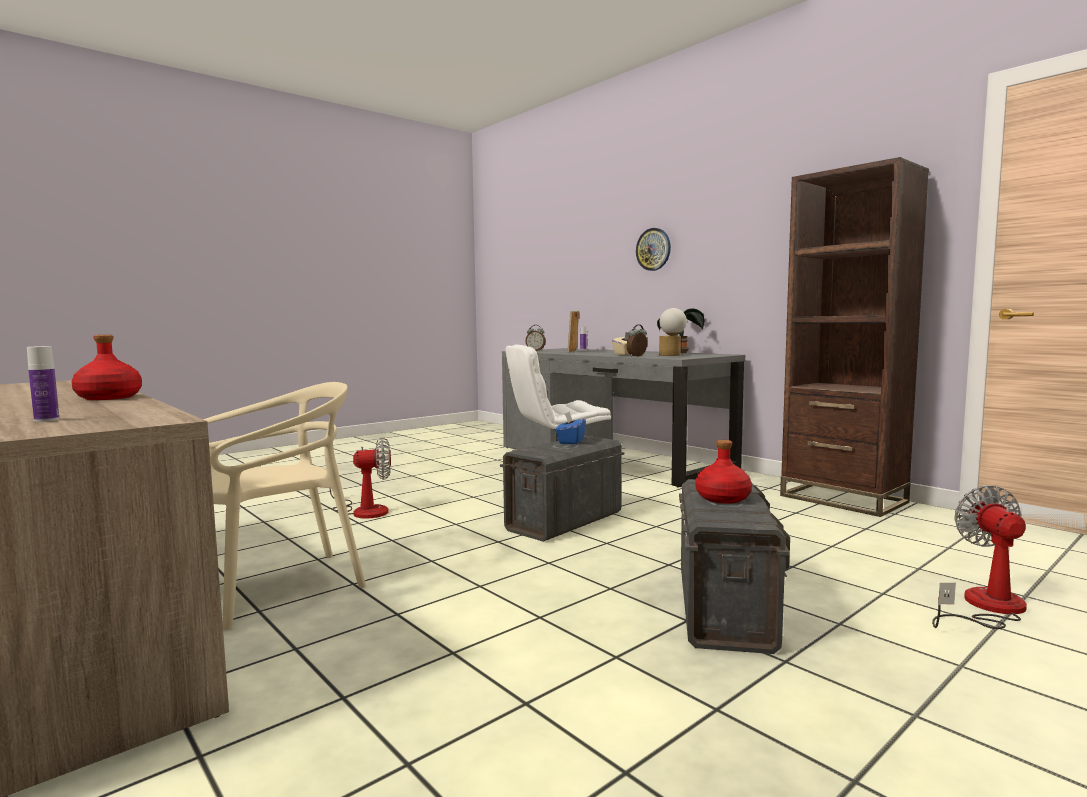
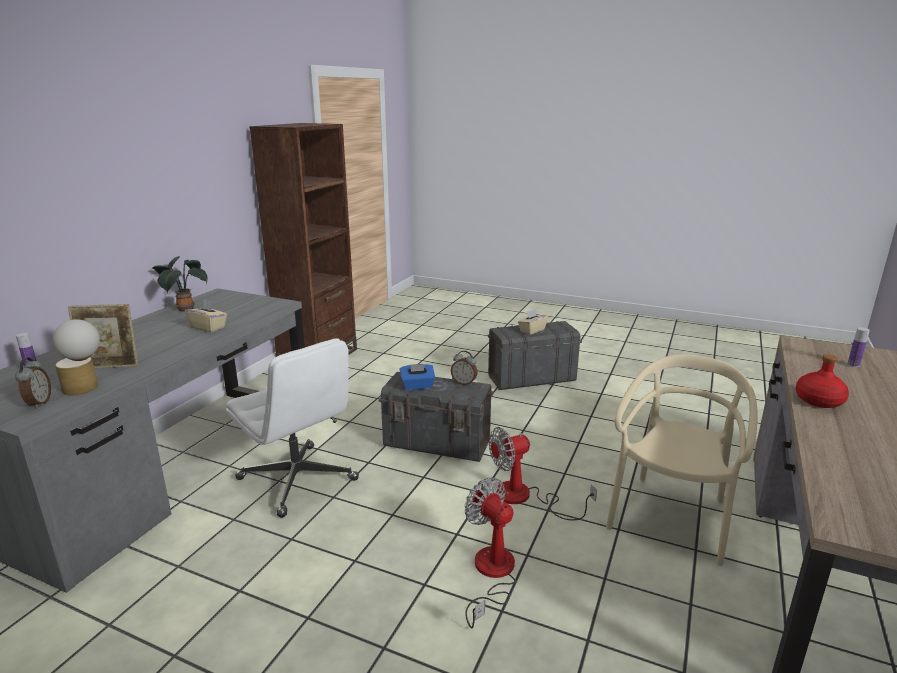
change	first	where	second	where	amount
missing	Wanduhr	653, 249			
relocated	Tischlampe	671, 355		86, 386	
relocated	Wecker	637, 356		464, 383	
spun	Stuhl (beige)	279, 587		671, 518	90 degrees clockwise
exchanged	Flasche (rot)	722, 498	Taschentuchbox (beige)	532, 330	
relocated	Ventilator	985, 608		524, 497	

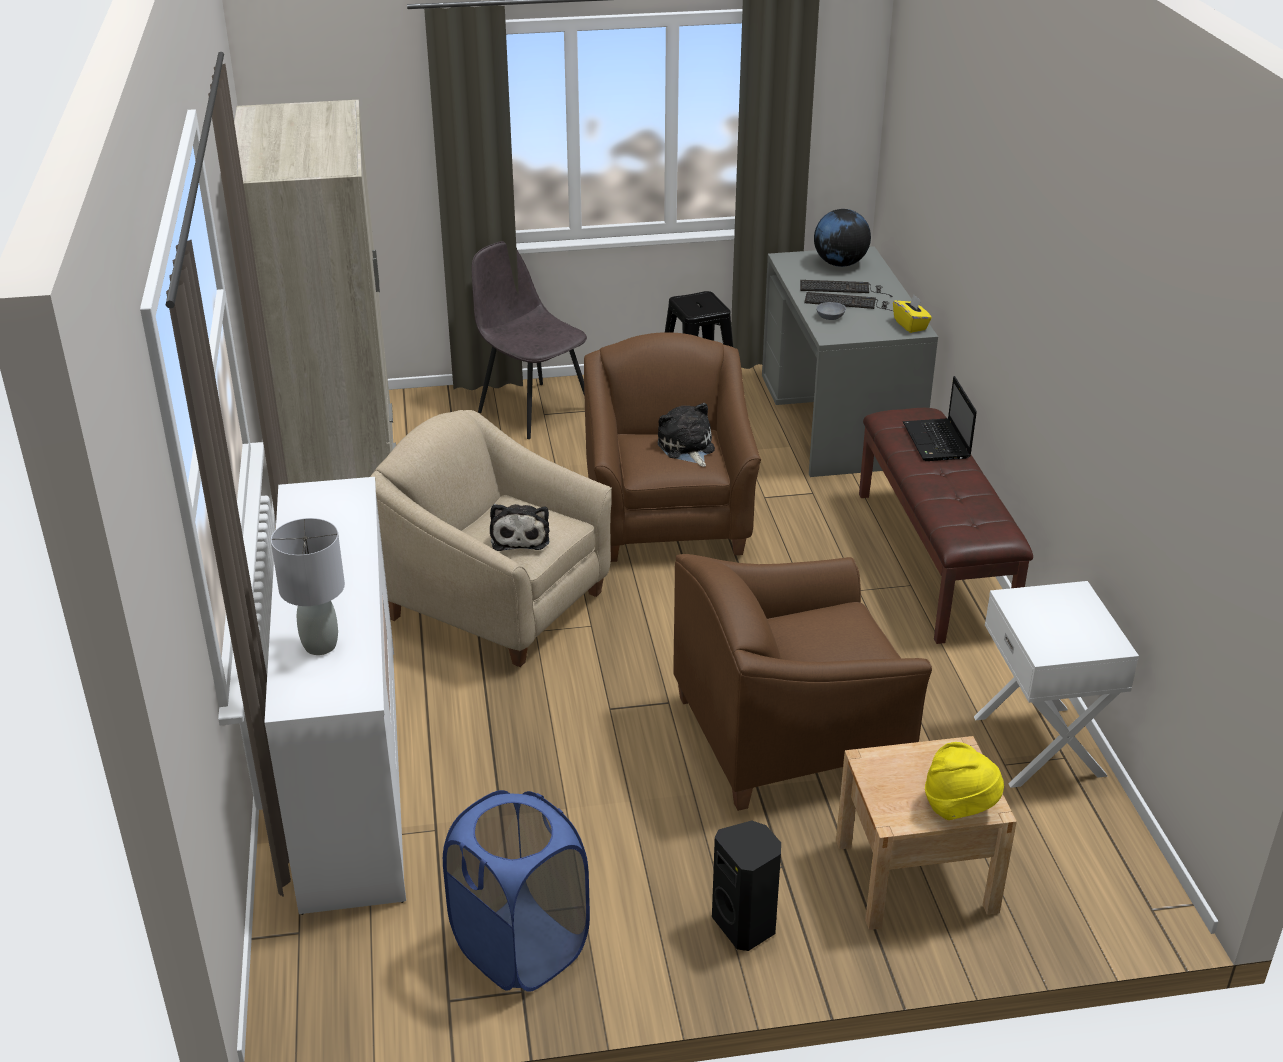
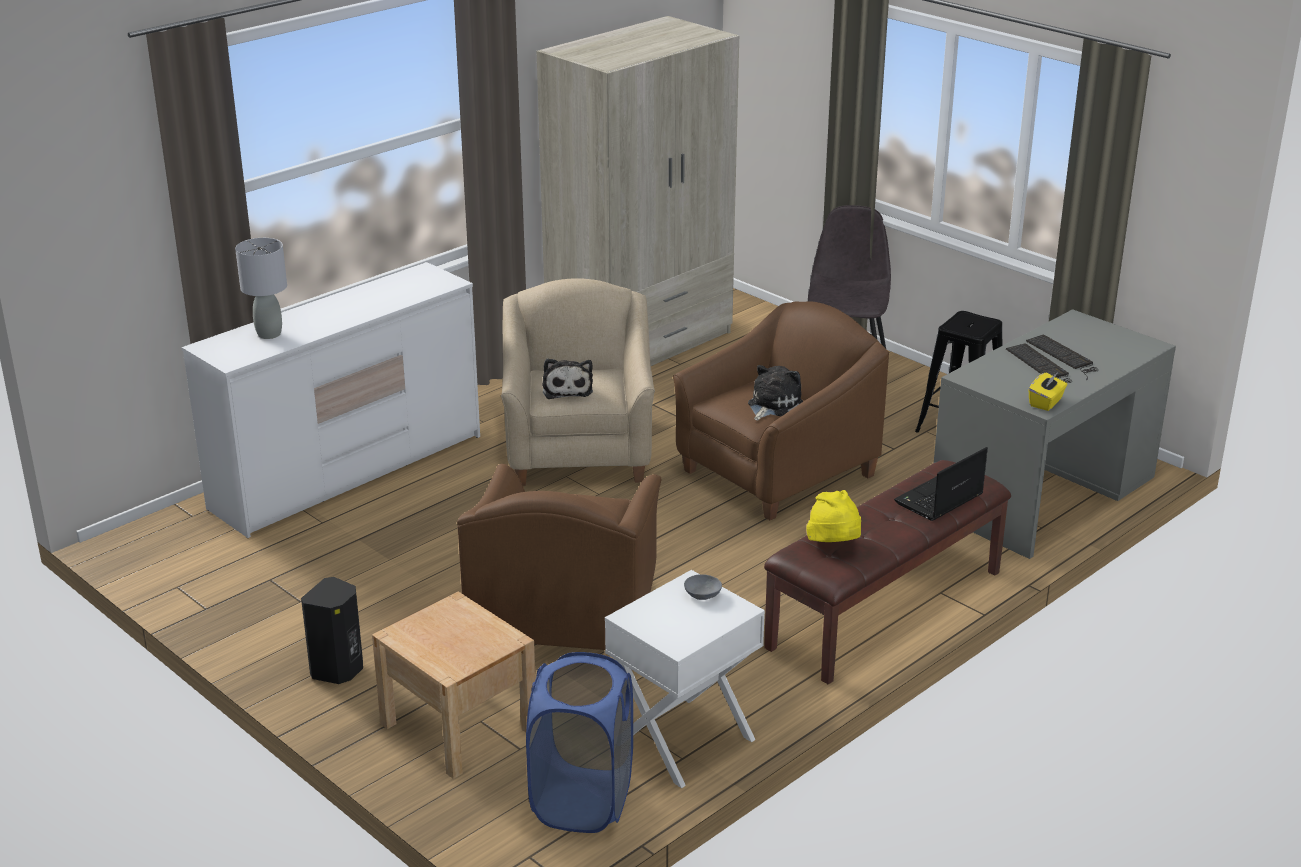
change	first	where	second	where	amount
missing	Globus	840, 264			
relocated	Schüssel (grau)	830, 316		703, 594	
spun	Plüschtier	520, 537		567, 389	60 degrees counterclockwise
spun	Sessel (braun)	790, 734		565, 619	120 degrees counterclockwise
relocated	Hut (gelb)	959, 807		834, 545	
relocated	Wäschekorb (blau)	521, 948		582, 801	

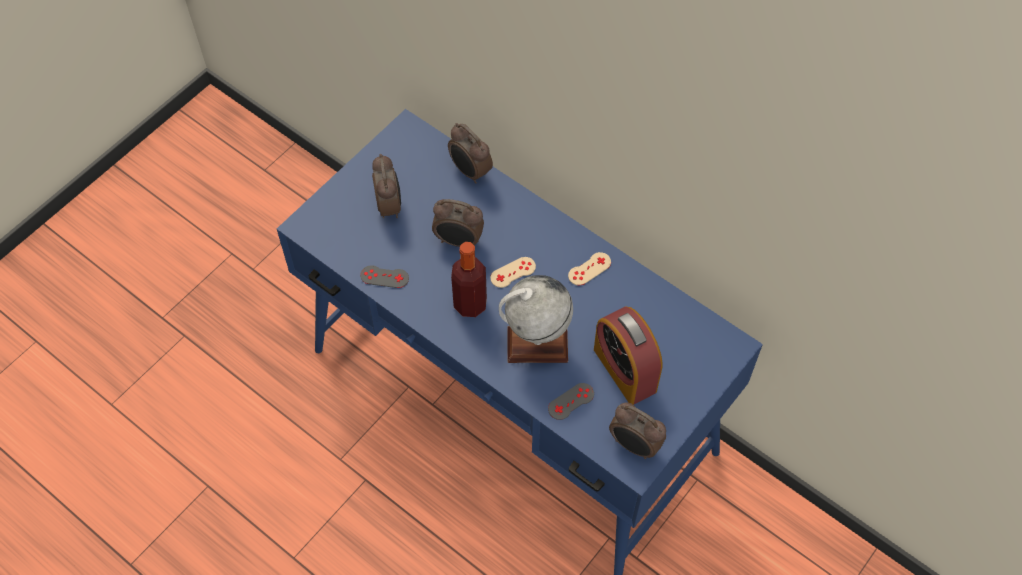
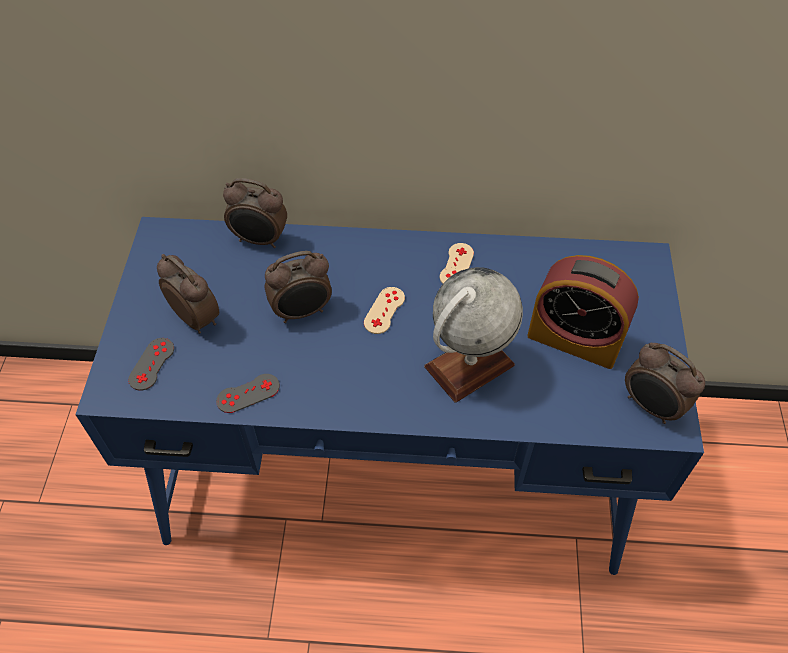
change	first	where	second	where	amount
missing	Flasche	470, 304			
relocated	Gamepad (grau)	571, 401		151, 364	
spun	Wecker	634, 445		651, 406	45 degrees clockwise

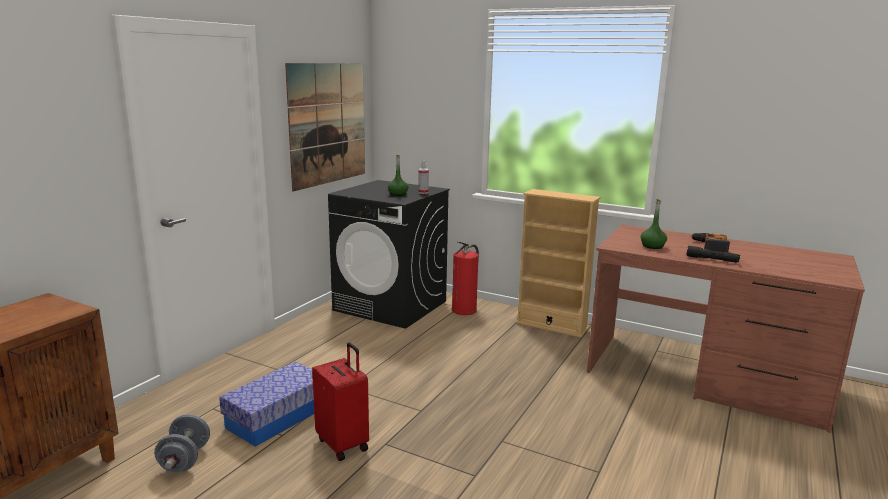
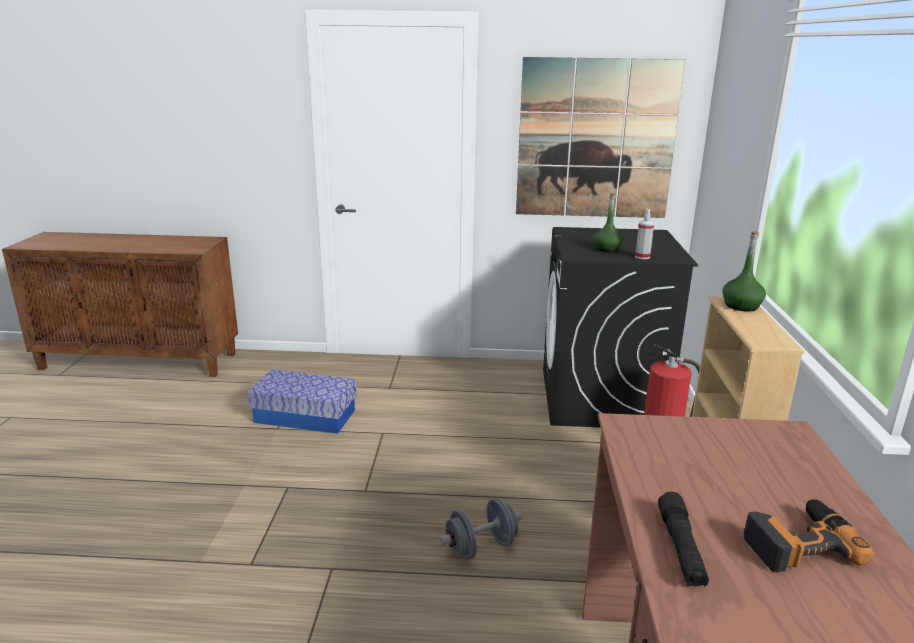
change	first	where	second	where	amount
relocated	Flasche (grün)	652, 246		741, 306	
missing	Koffer (rot)	344, 444			
relocated	Hantel (grau)	185, 459		481, 547	

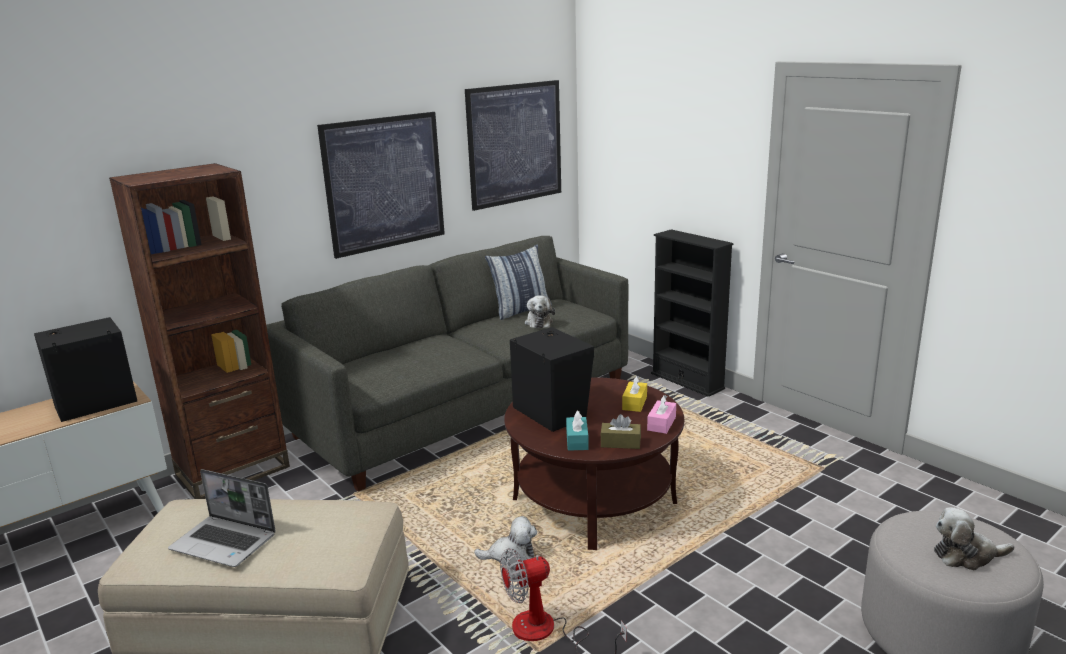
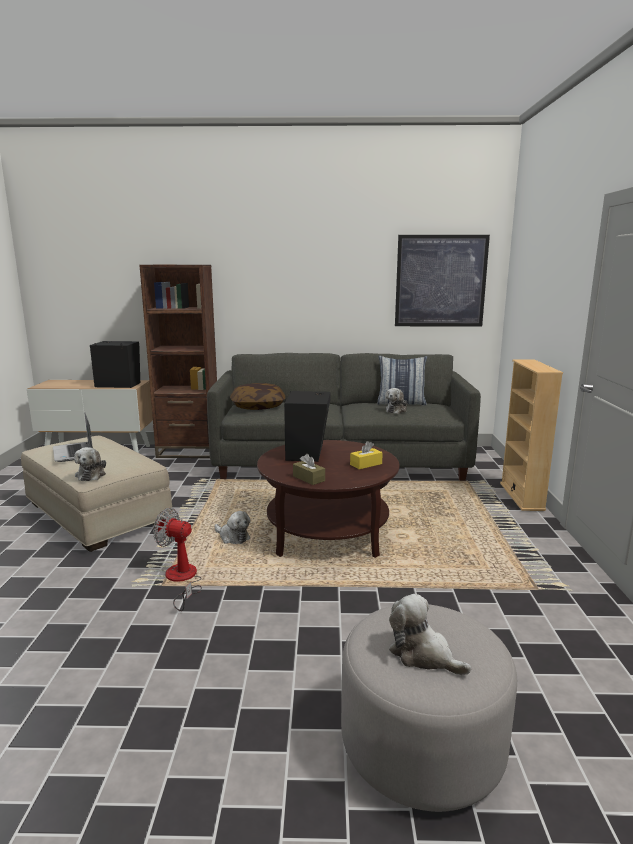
change	first	where	second	where	amount
missing	Bild	384, 183			
colour	Bücherregal (schwarz)	687, 381	Bücherregal (beige)	521, 496	
missing	Taschentuchbox (rosa)	661, 423			
missing	Taschentuchbox (türkis)	577, 440			
appeared			Kissen	258, 406	
appeared			Plüschtier	91, 474	

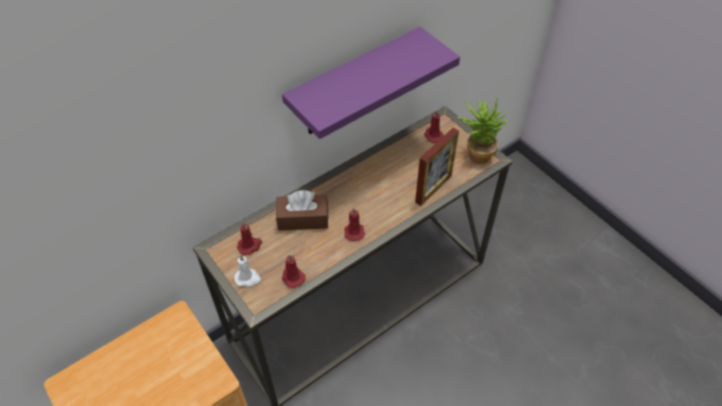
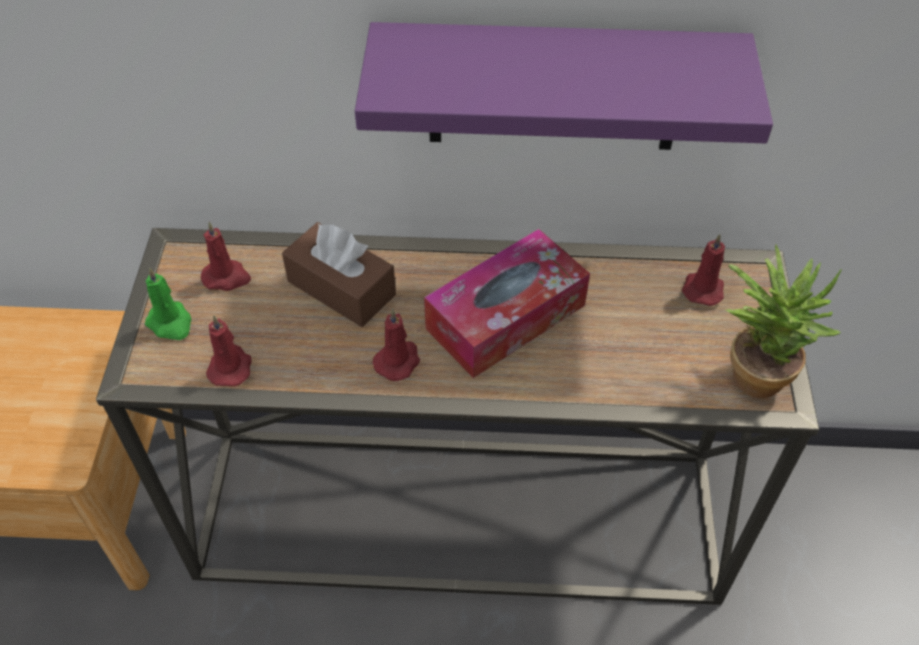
change	first	where	second	where	amount
missing	Bilderrahmen	433, 189			
colour	Kerze (weiß)	248, 278	Kerze (grün)	171, 323	
appeared			Taschentuchbox	506, 317	

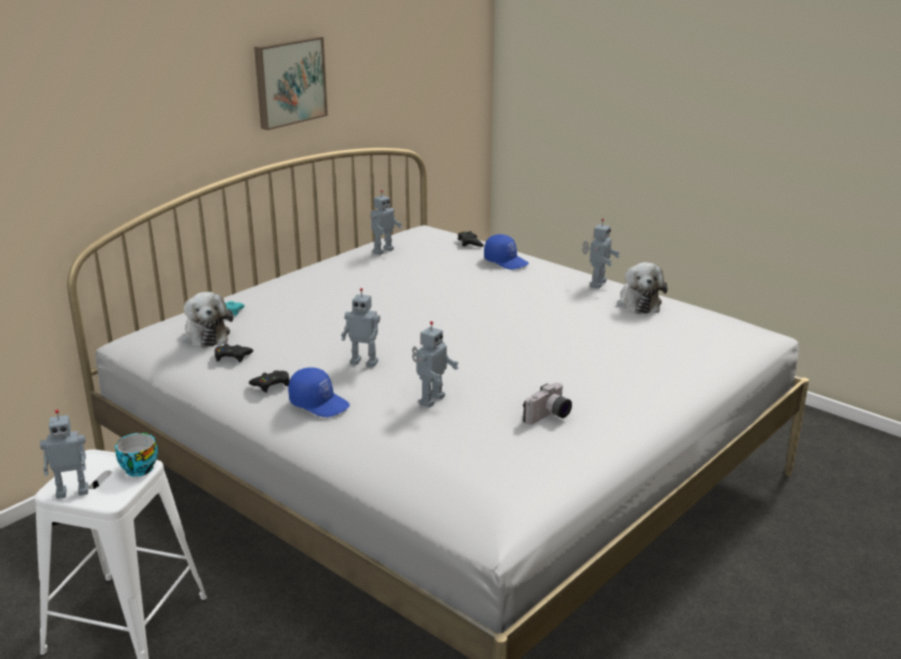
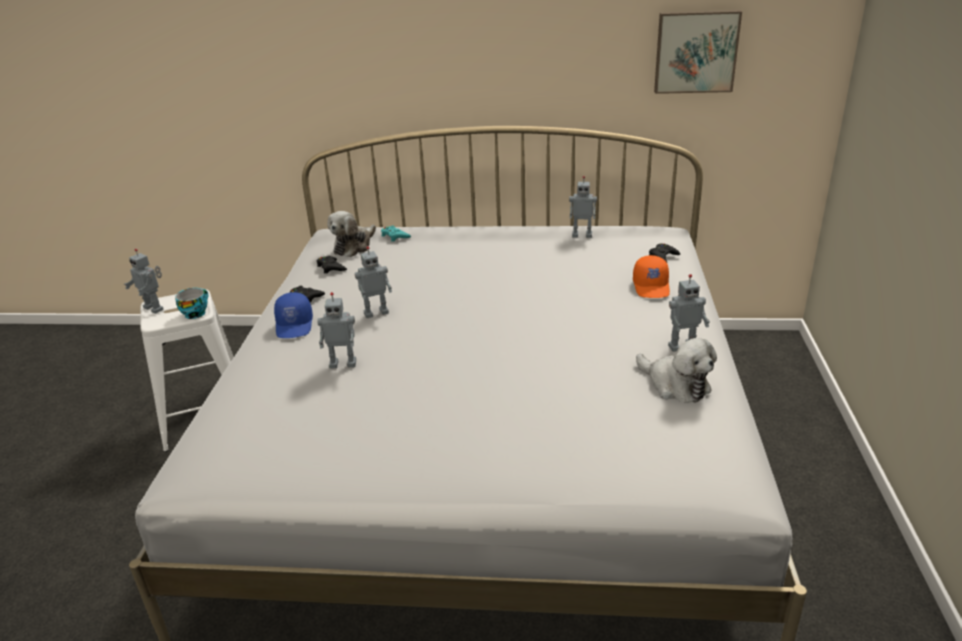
change	first	where	second	where	amount
relocated	Bild	289, 81		695, 51	
colour	Kappe (blau)	506, 261	Kappe (orange)	652, 287	
spun	Plüschtier	638, 303		675, 385	90 degrees counterclockwise
spun	Spielzeugroboter	365, 362		376, 312	90 degrees counterclockwise
missing	Kamera	549, 417			

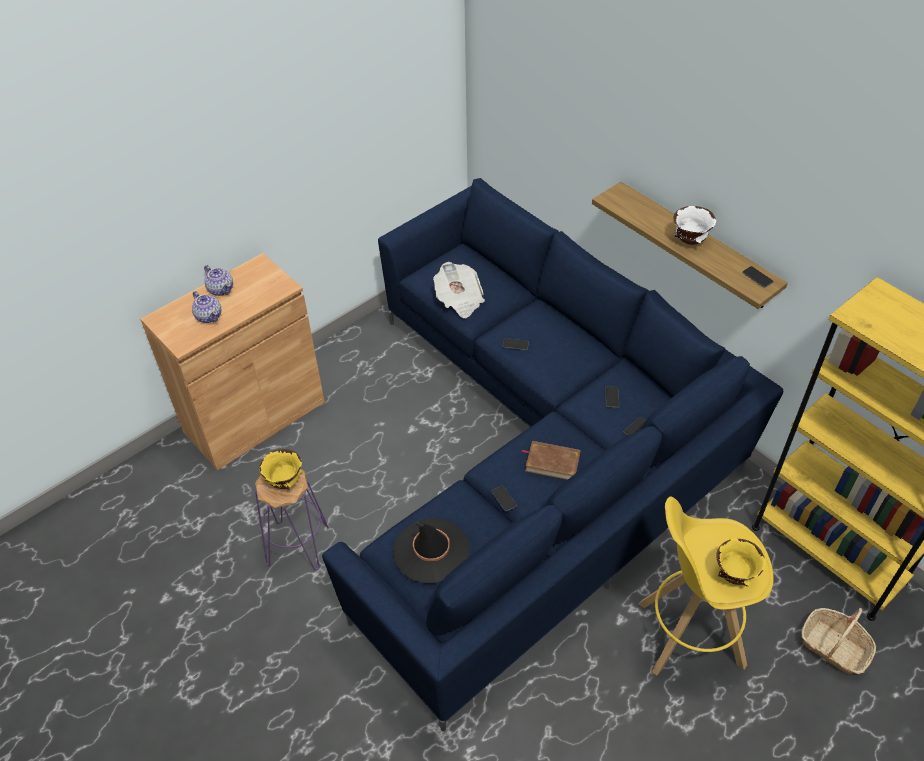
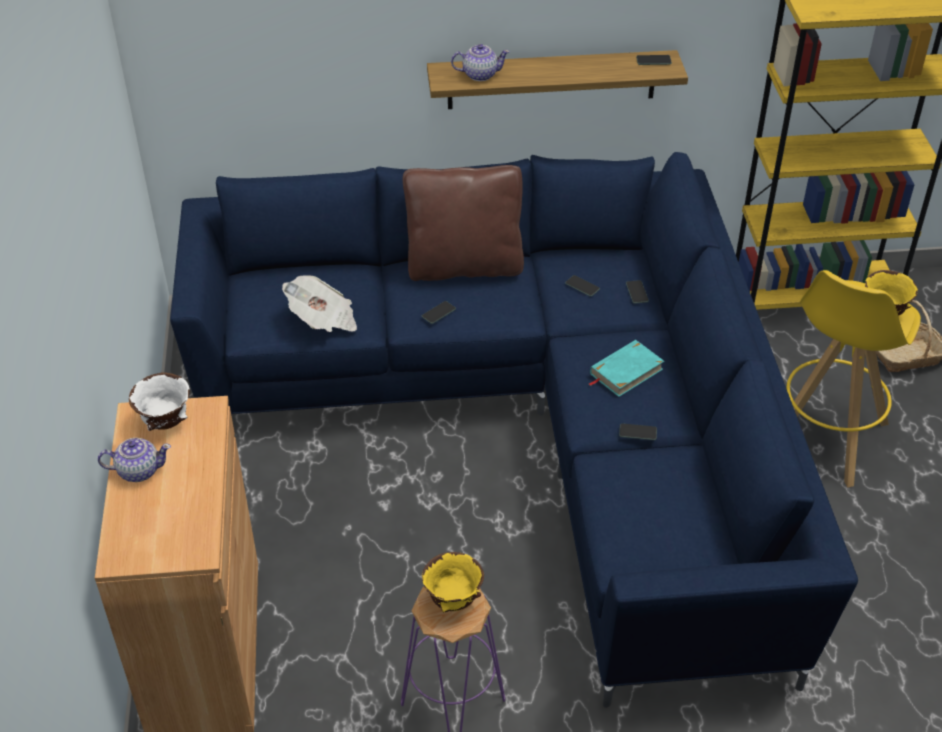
change	first	where	second	where	amount
relocated	Schüssel (weiß)	690, 241		166, 423	
relocated	Teekanne	209, 316		479, 75	
colour	Buch (braun)	552, 462	Buch (türkis)	625, 371	
missing	Hut (schwarz)	431, 550			
appeared			Kissen (braun)	464, 266	

